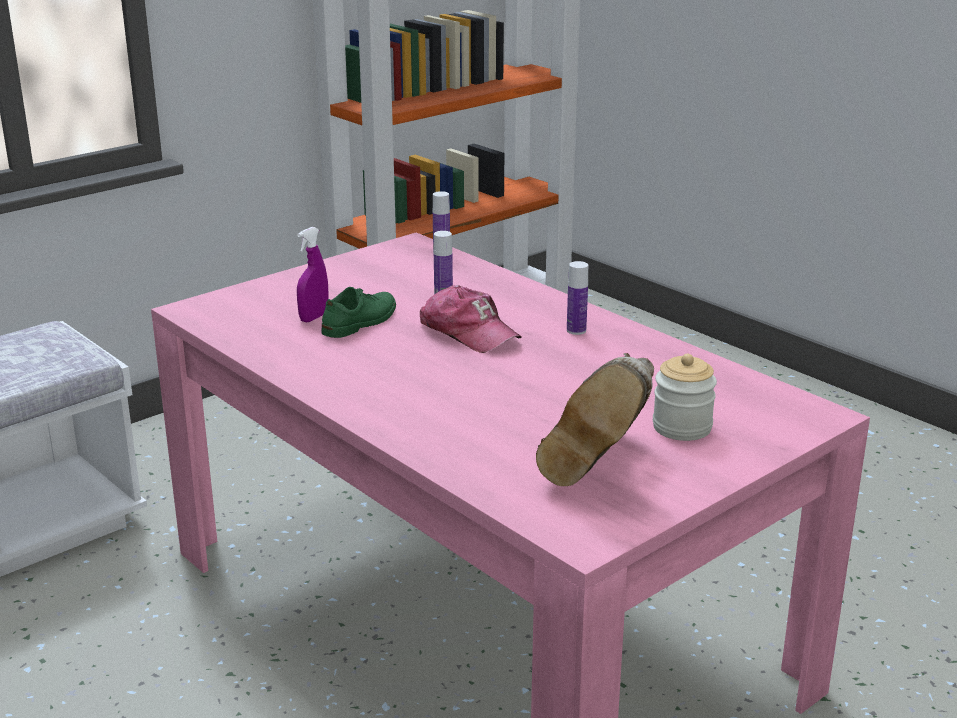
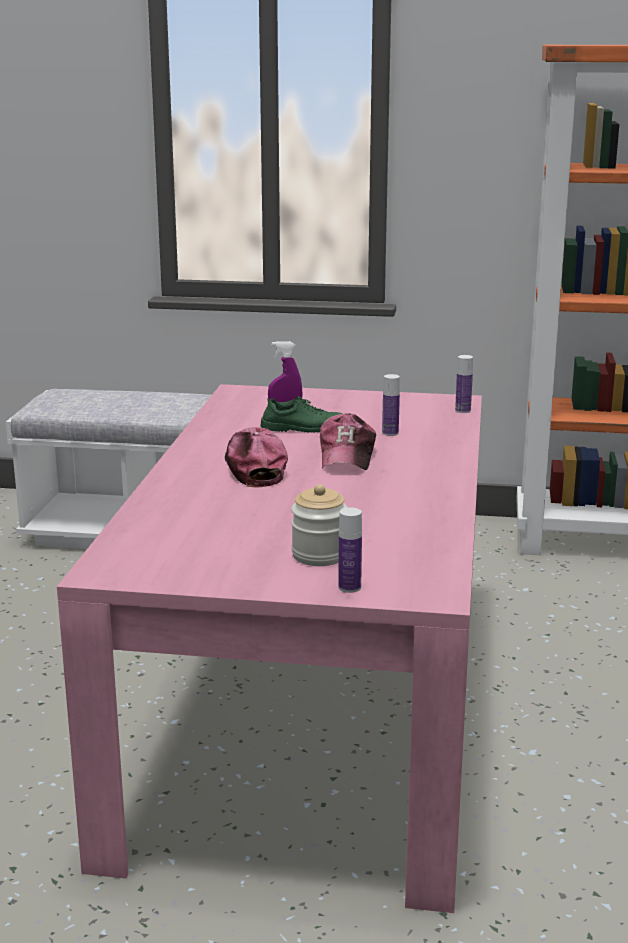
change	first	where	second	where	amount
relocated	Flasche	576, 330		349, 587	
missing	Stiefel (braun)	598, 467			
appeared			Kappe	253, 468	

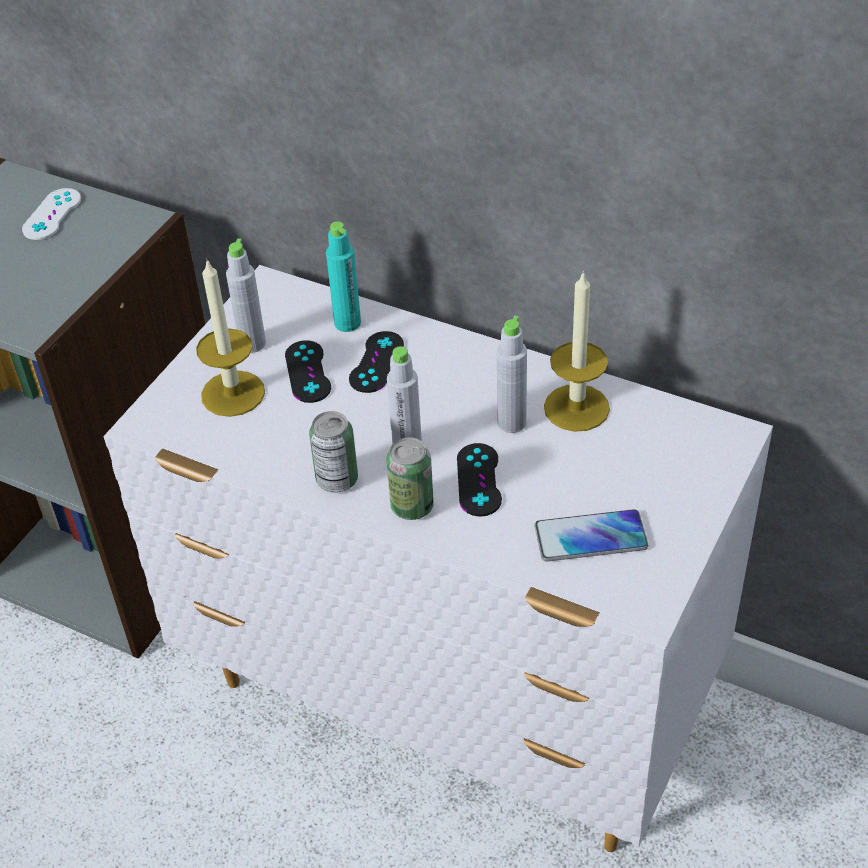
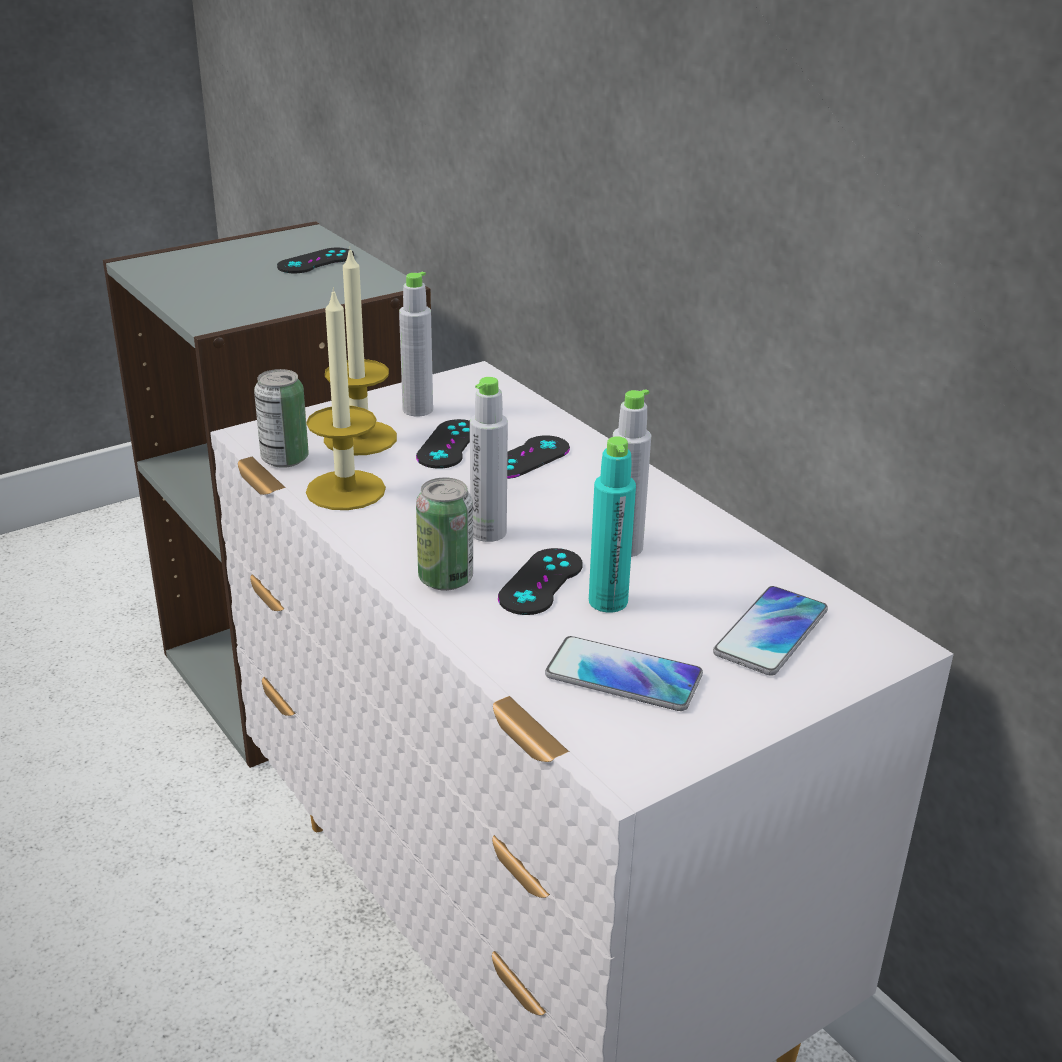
change	first	where	second	where	amount
colour	Gamepad (weiß)	52, 214	Gamepad (schwarz)	316, 261	
relocated	Flasche (türkis)	347, 323		608, 601	
relocated	Kerze	576, 408		345, 490	
relocated	Dose	337, 480		285, 459	
appeared			Handy	771, 632	

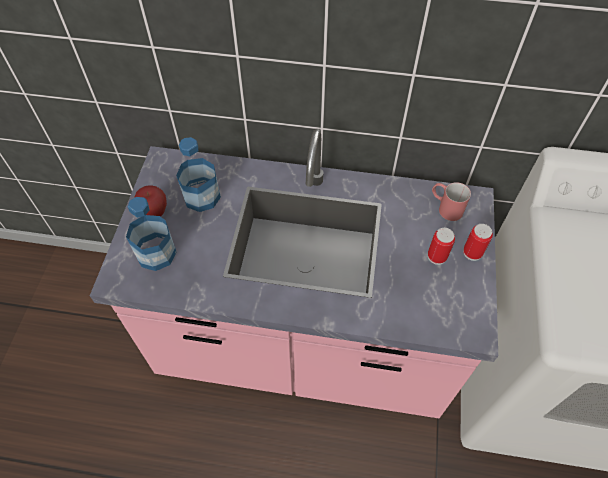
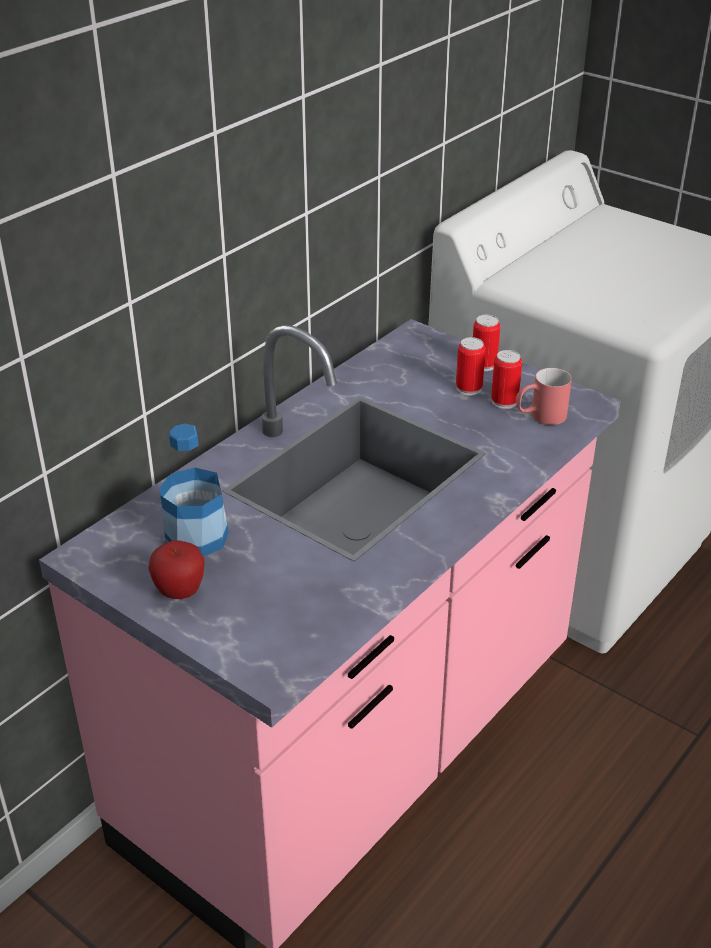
change	first	where	second	where	amount
relocated	Henkelbecher (rot)	445, 207		540, 417	
missing	Flasche	156, 253			
appeared			Dose	504, 401	

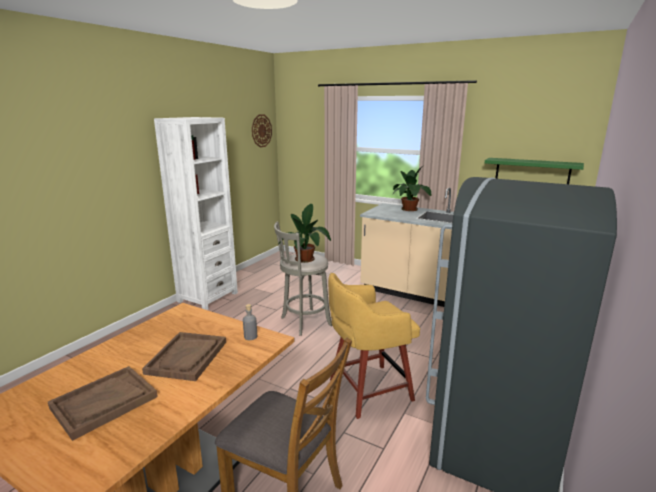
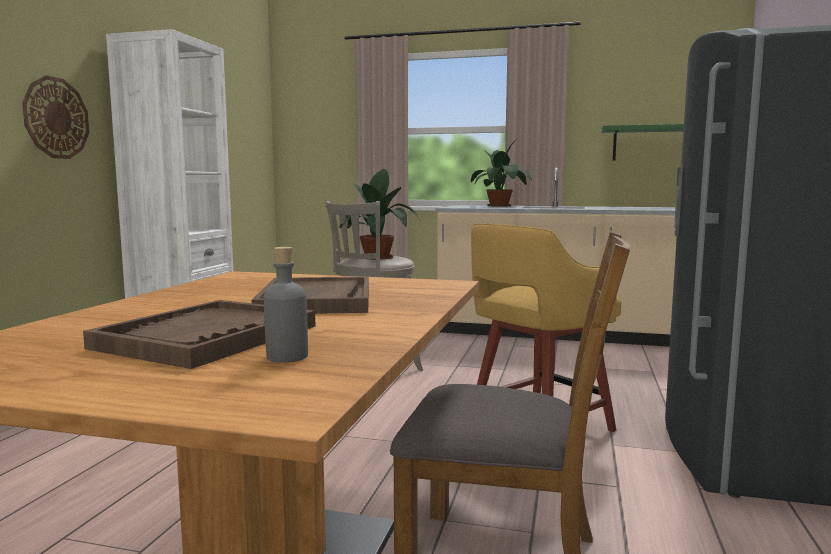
change	first	where	second	where	amount
relocated	Wanduhr	261, 130		56, 118	
relocated	Flasche (grau)	250, 337		287, 356	

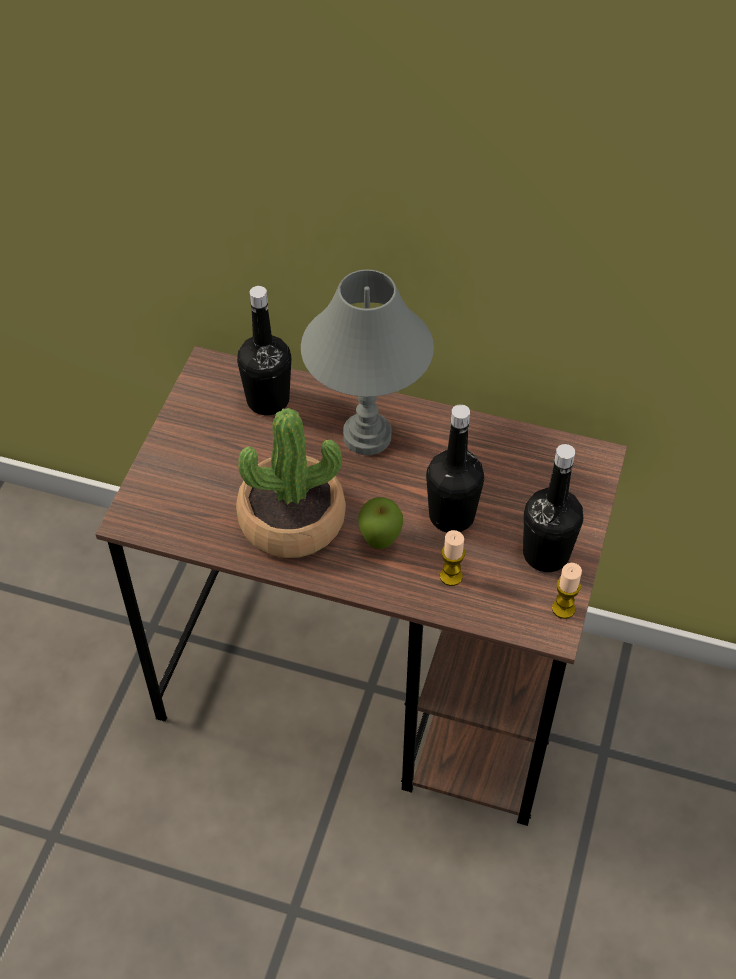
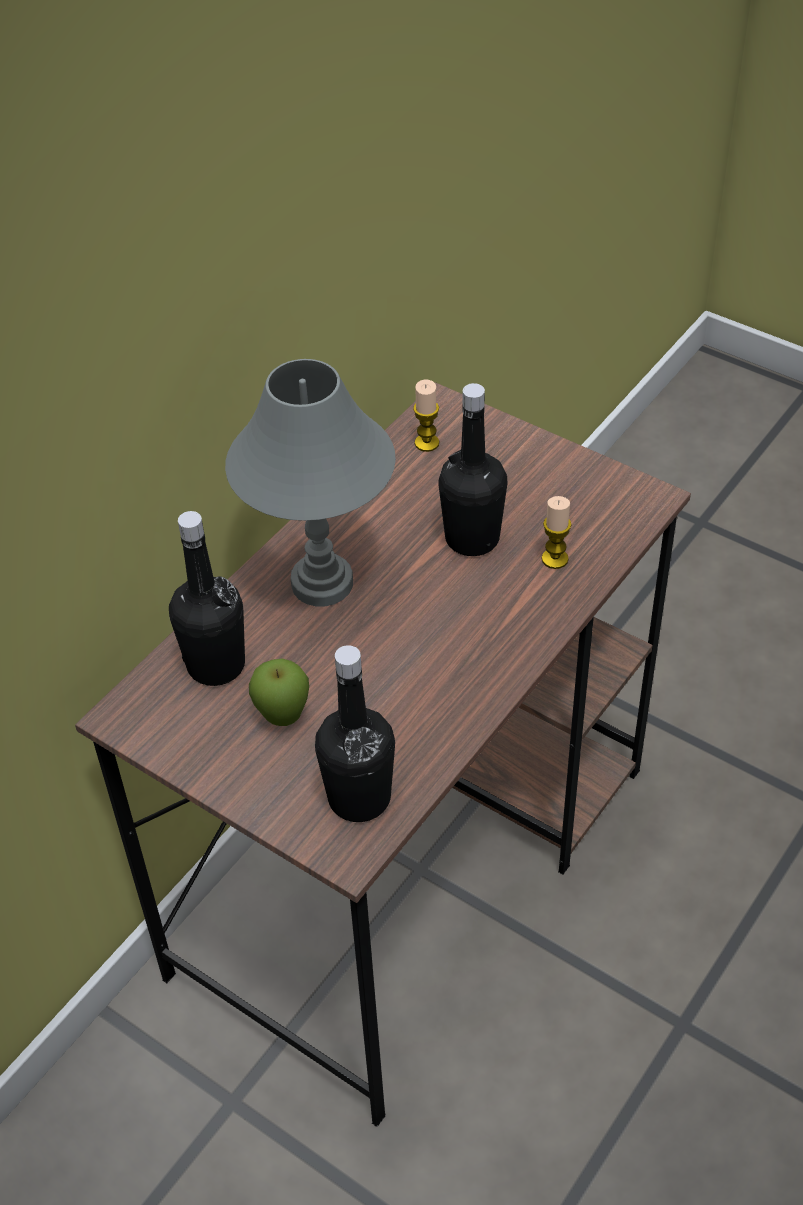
change	first	where	second	where	amount
missing	Topfpflanze	292, 520			
relocated	Flasche (schwarz)	546, 554		359, 798	
relocated	Apfel	380, 542		283, 719	
relocated	Kerze	563, 608		427, 443	

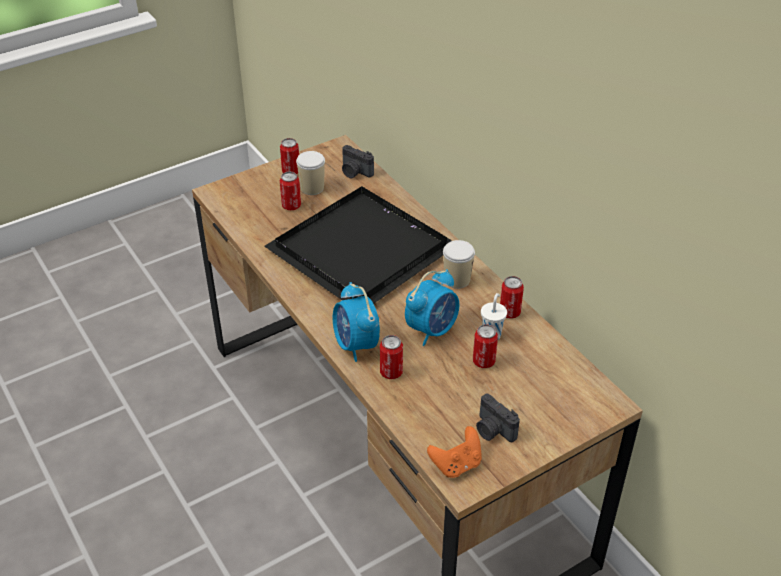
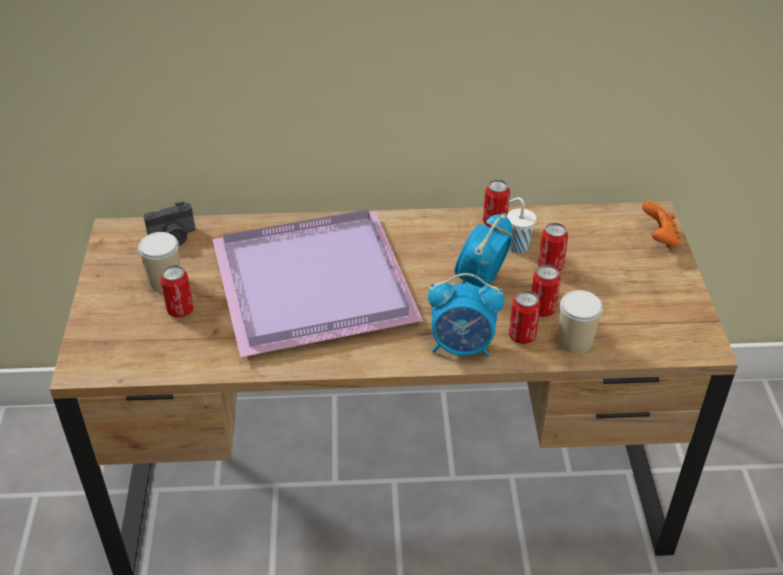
change	first	where	second	where	amount
relocated	Dose	291, 171		542, 309	
colour	Tablett (schwarz)	365, 250	Tablett (lila)	316, 281	
relocated	Tasse	457, 280		575, 341	
spun	Wecker	432, 329		480, 282	135 degrees counterclockwise
missing	Kamera	493, 430			
relocated	Gamepad (orange)	456, 464		659, 239	

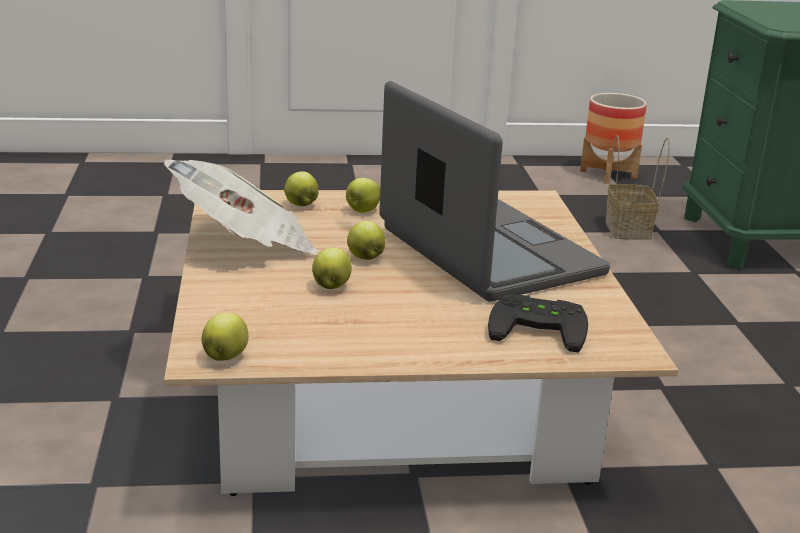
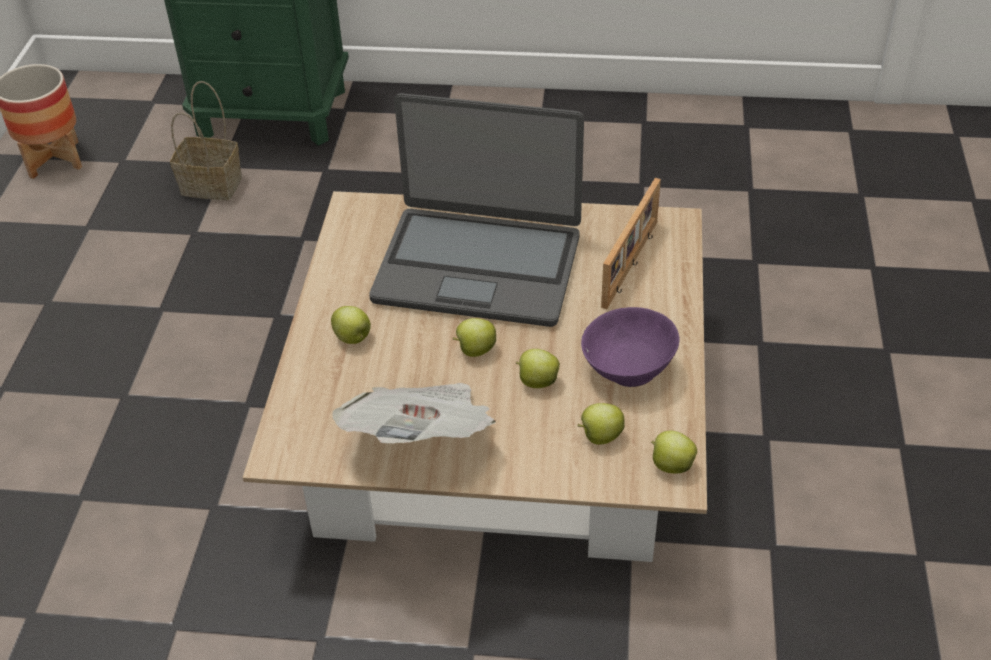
change	first	where	second	where	amount
spun	Laptop	487, 252		478, 266	150 degrees counterclockwise
relocated	Apfel	301, 205		600, 436	
exchanged	Gamepad (schwarz)	539, 328	Bilderrahmen	632, 264	
appeared			Schüssel (lila)	627, 370	

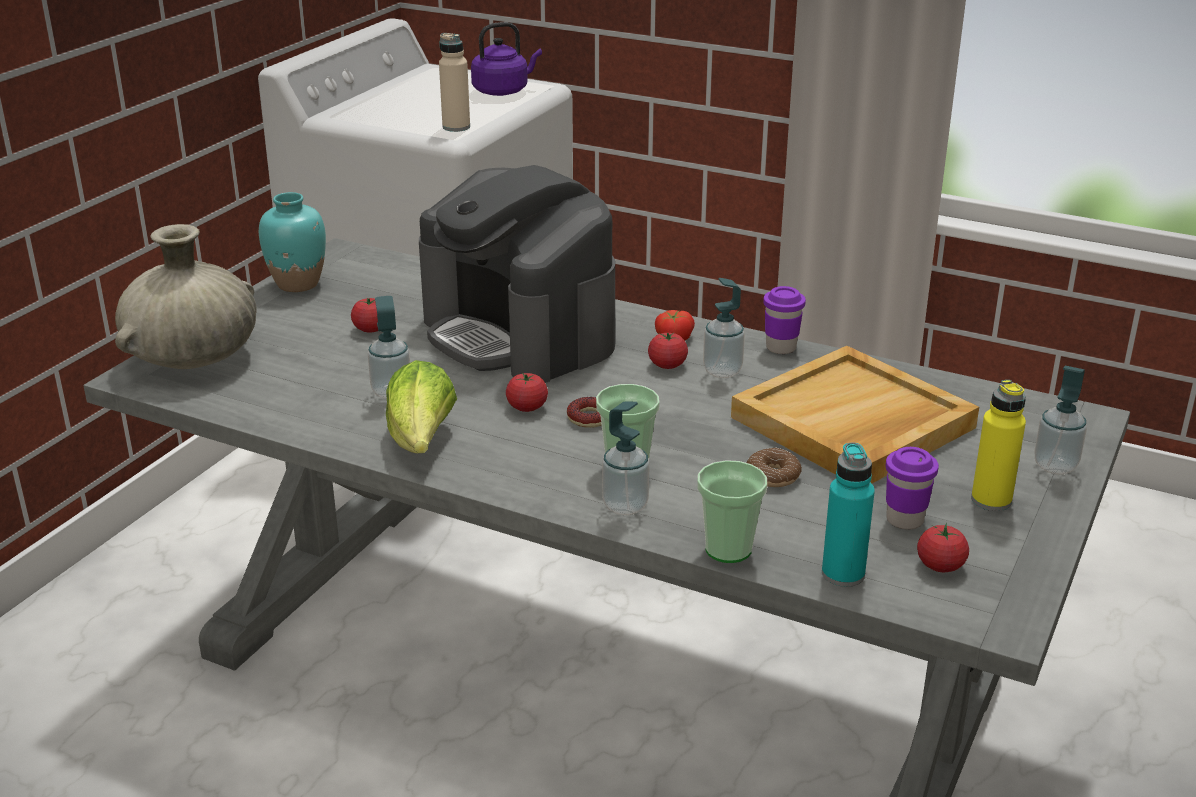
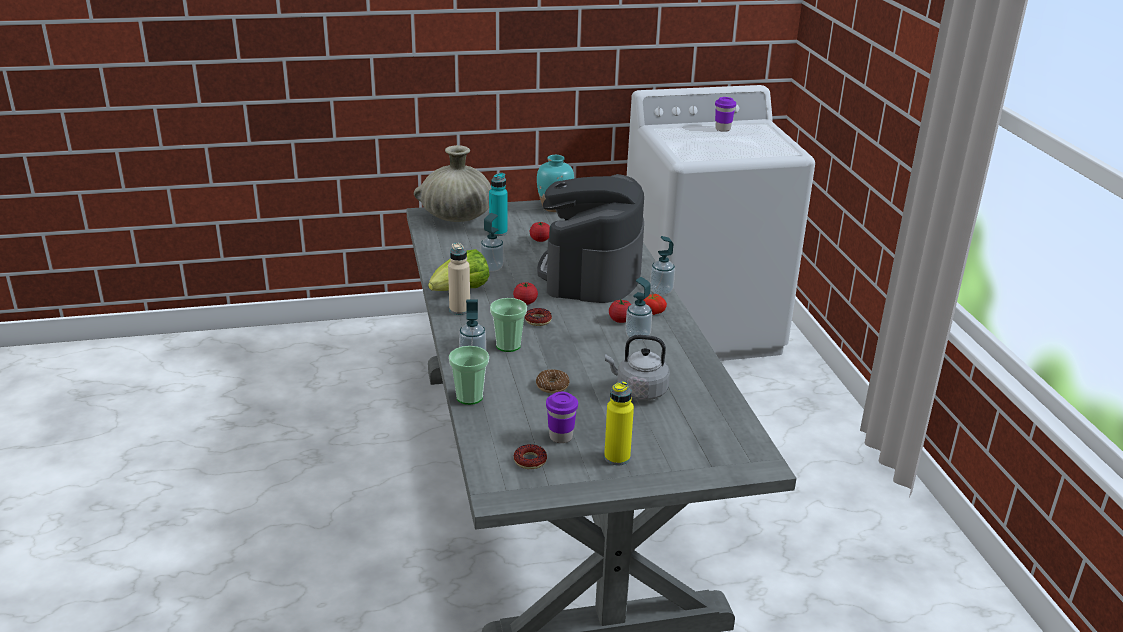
change	first	where	second	where	amount
missing	Wasserkessel (lila)	503, 91			
relocated	Flasche (beige)	456, 127		459, 310	
relocated	Tasse (lila)	781, 348		723, 129	
exchanged	Tablett (beige)	852, 424	Wasserkessel (grau)	638, 391	
relocated	Seifenspender	1055, 466		661, 291	
relocated	Flasche (türkis)	843, 574		498, 232	
exchanged	Tomate	940, 565	Donut	530, 460	

